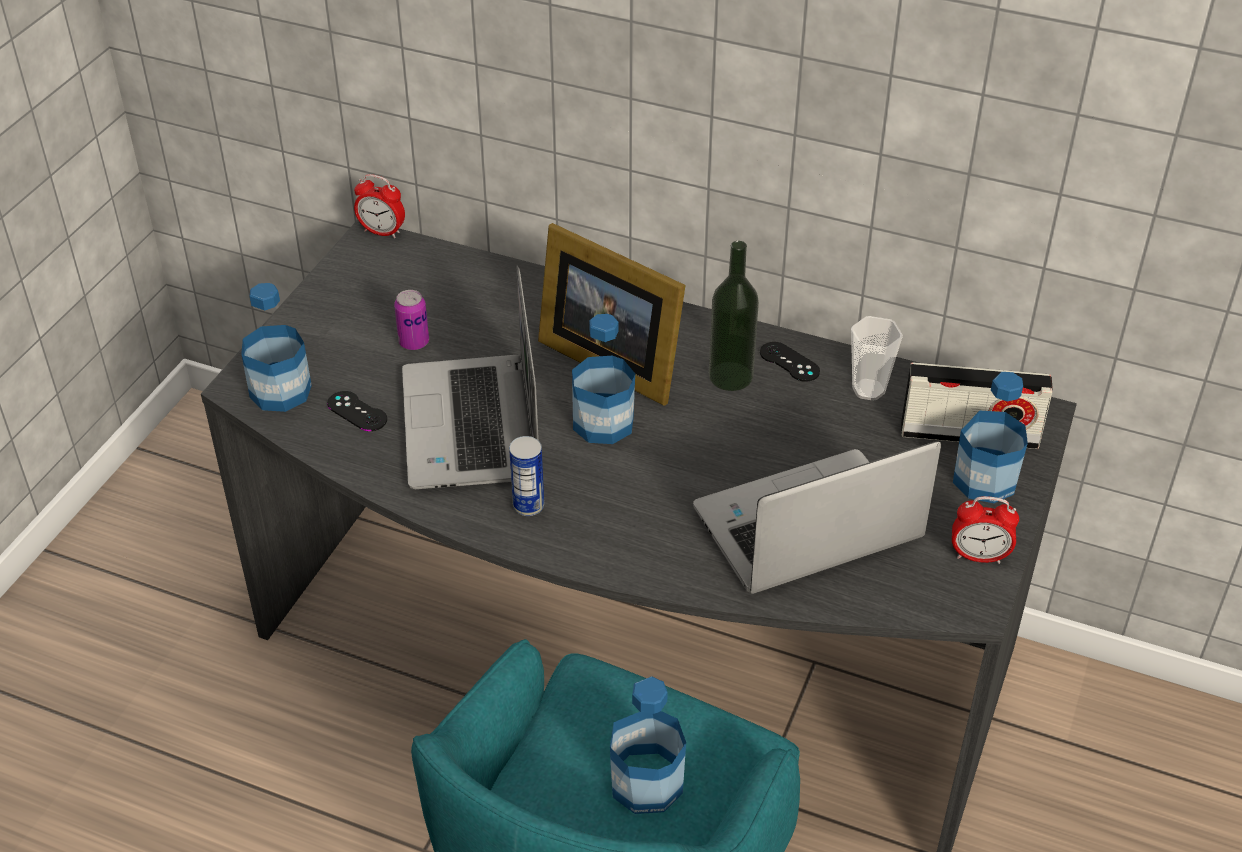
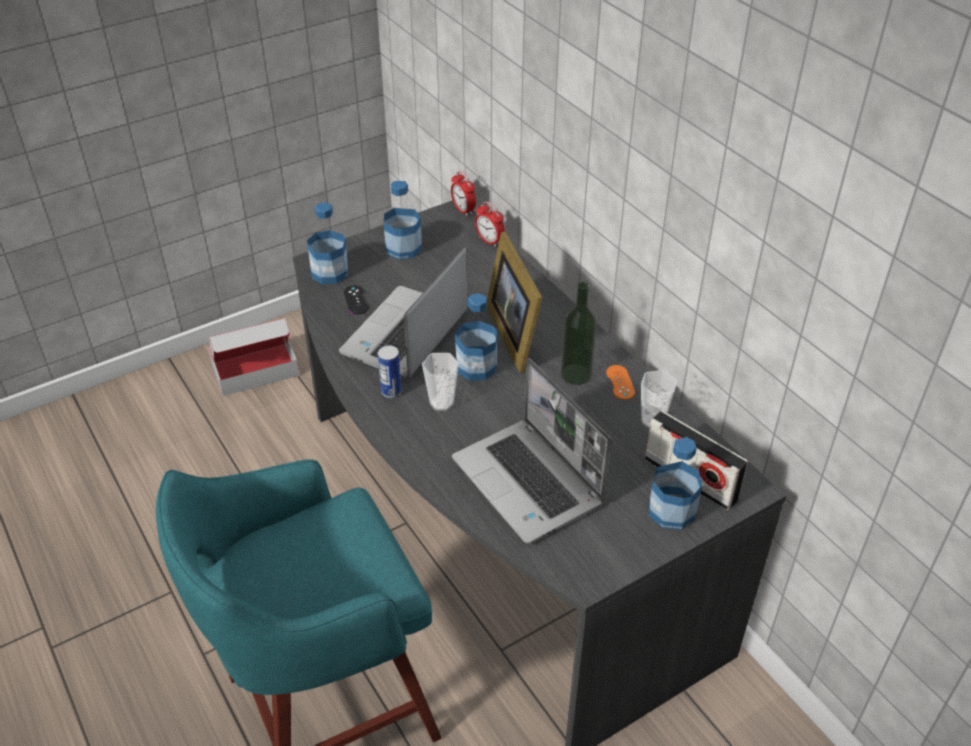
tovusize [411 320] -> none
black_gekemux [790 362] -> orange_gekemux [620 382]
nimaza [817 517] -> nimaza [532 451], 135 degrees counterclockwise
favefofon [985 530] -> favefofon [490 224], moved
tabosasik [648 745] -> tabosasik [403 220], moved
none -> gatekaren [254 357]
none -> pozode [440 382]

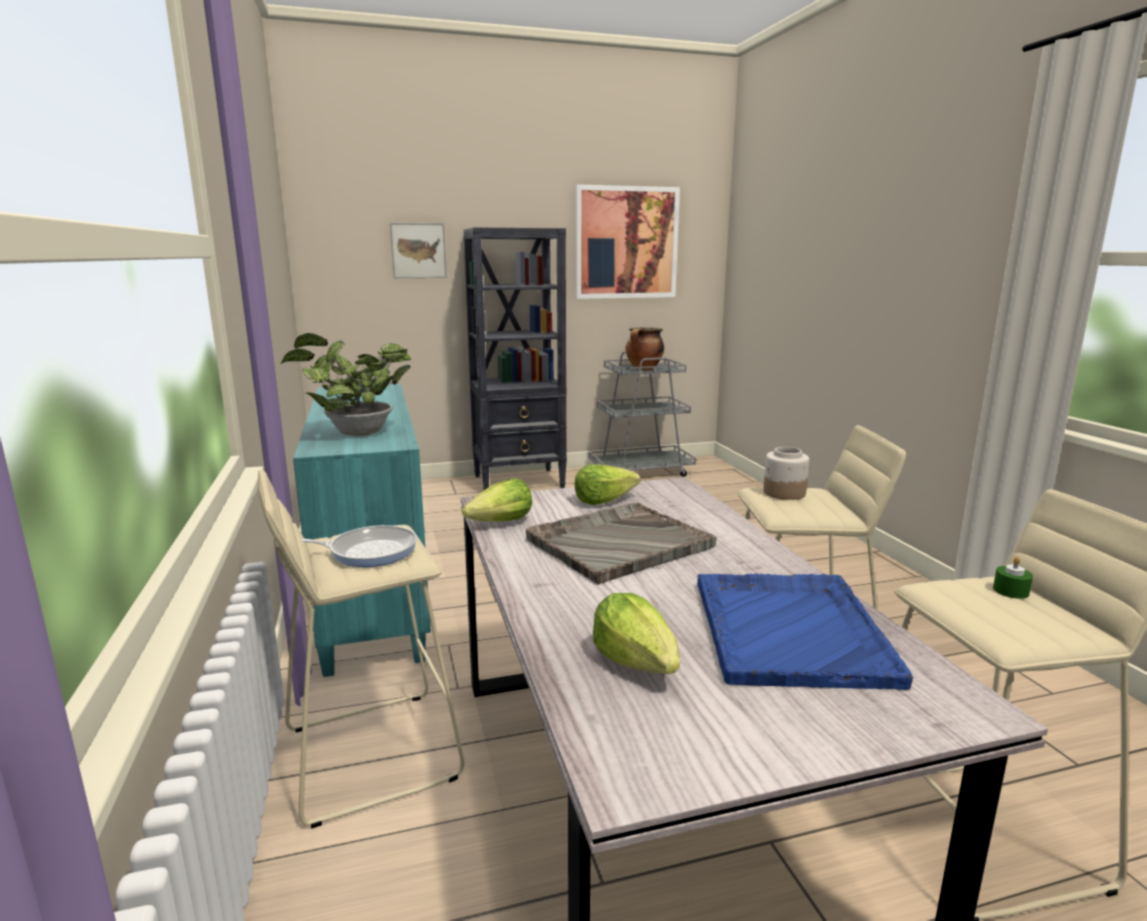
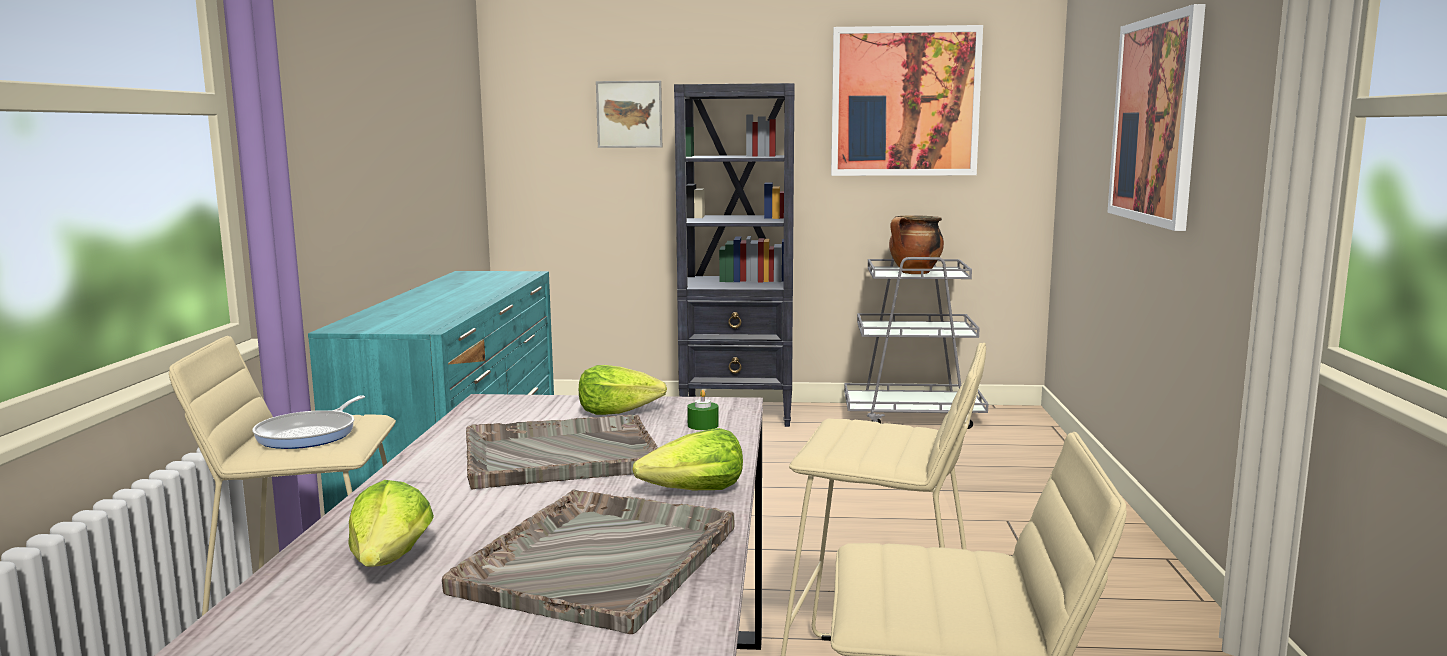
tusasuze [346 384] -> none
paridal [786 473] -> none
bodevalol [497 500] -> bodevalol [687 459], moved
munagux [359 546] -> munagux [309 422], 90 degrees clockwise
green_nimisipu [1013 578] -> green_nimisipu [703 410], moved
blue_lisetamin [805 632] -> grey_lisetamin [588 561]
none -> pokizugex [1156 117]

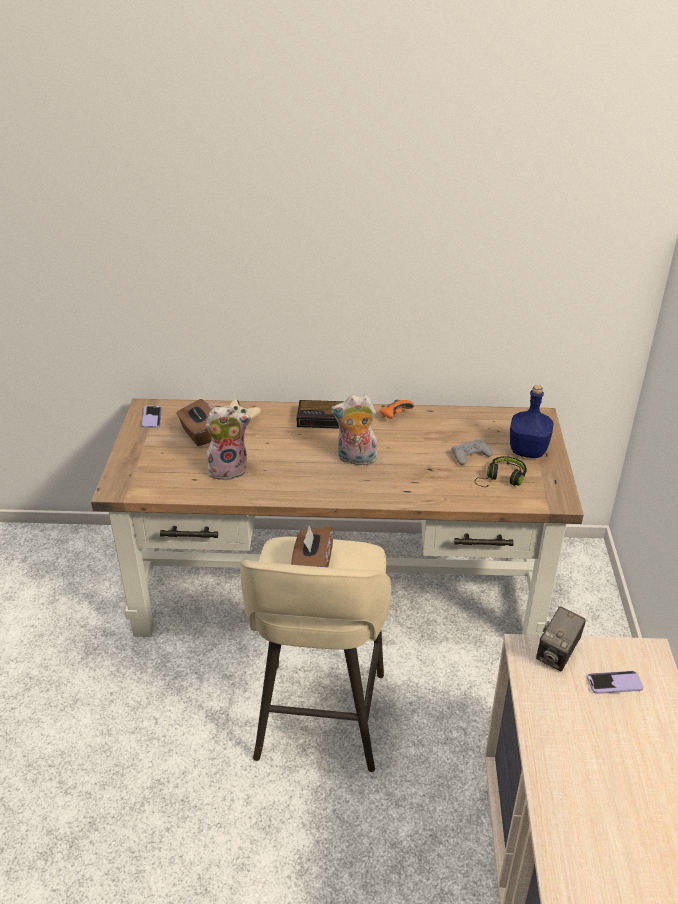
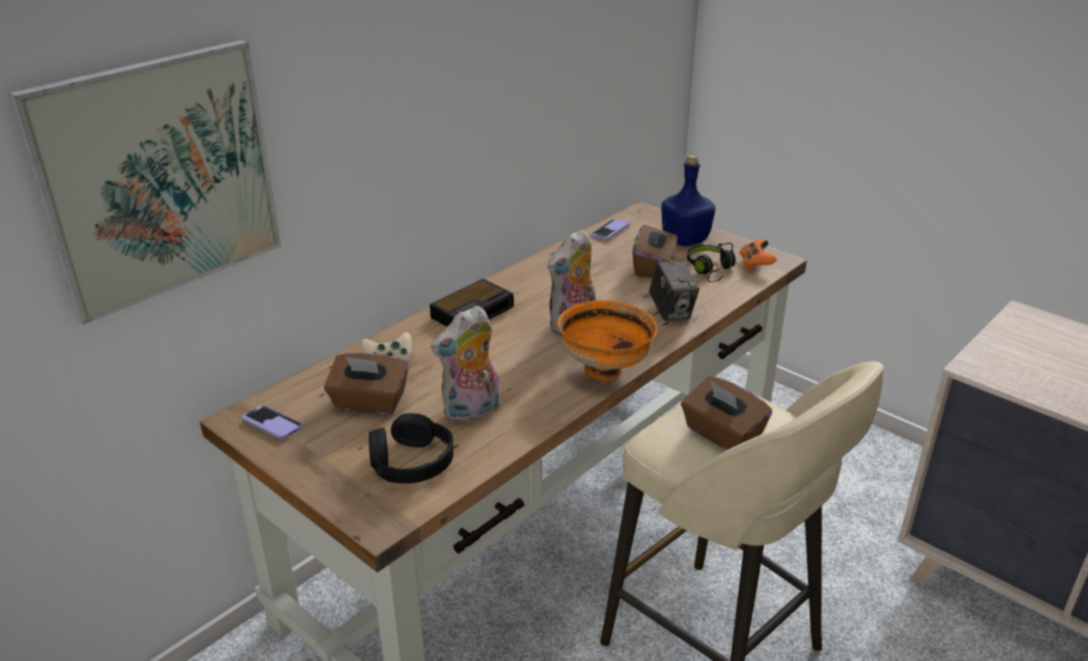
orange_gekemux [397 409] -> orange_gekemux [758 254], moved
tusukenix [228 442] -> tusukenix [465 364], 150 degrees counterclockwise
grey_gekemux [472 452] -> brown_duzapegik [655 250]
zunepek [561 638] -> zunepek [674 290], moved
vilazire [615 682] -> vilazire [610 229], moved
none -> pokizugex [144 182]
none -> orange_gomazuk [607 340]
none -> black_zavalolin [411 448]

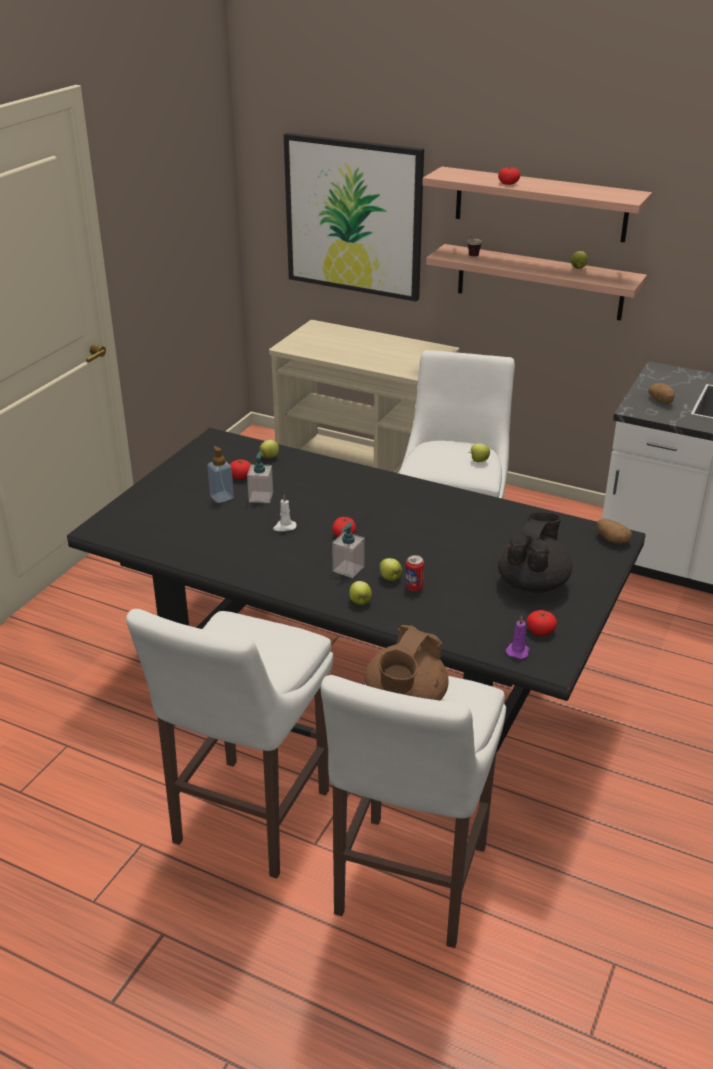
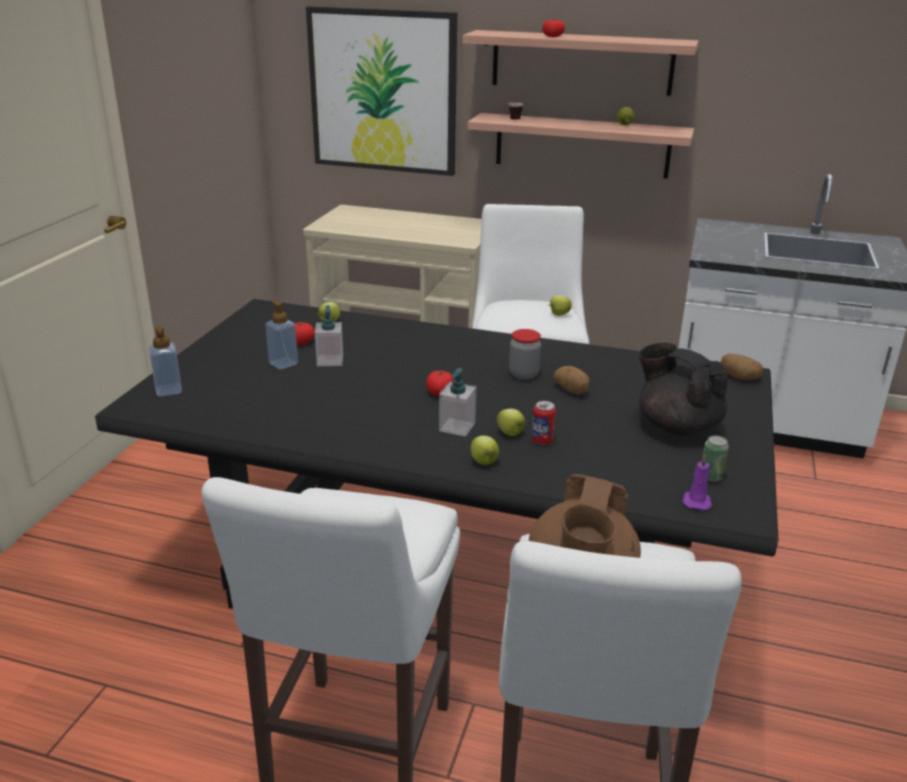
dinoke [662 393] -> dinoke [571 380], moved
white_nimisipu [285 513] -> none
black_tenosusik [535 552] -> black_tenosusik [683 389], 60 degrees counterclockwise
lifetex [541 623] -> tovusize [715 458]
none -> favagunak [165 361]
none -> paridal [525 354]

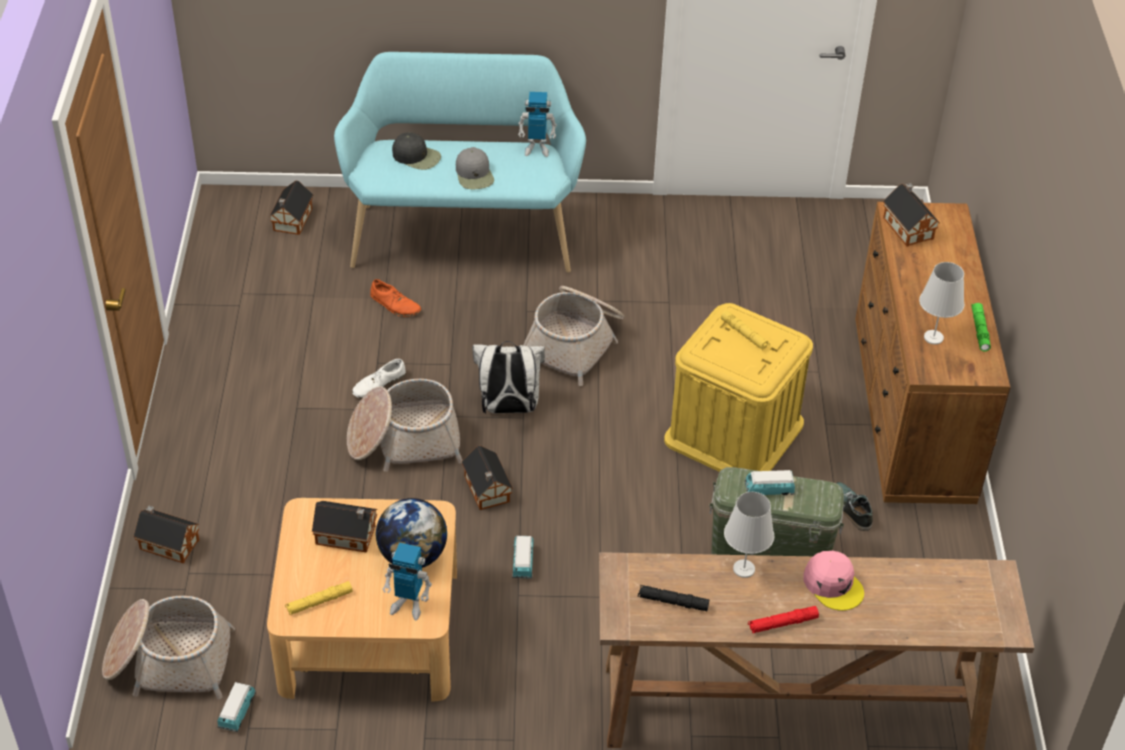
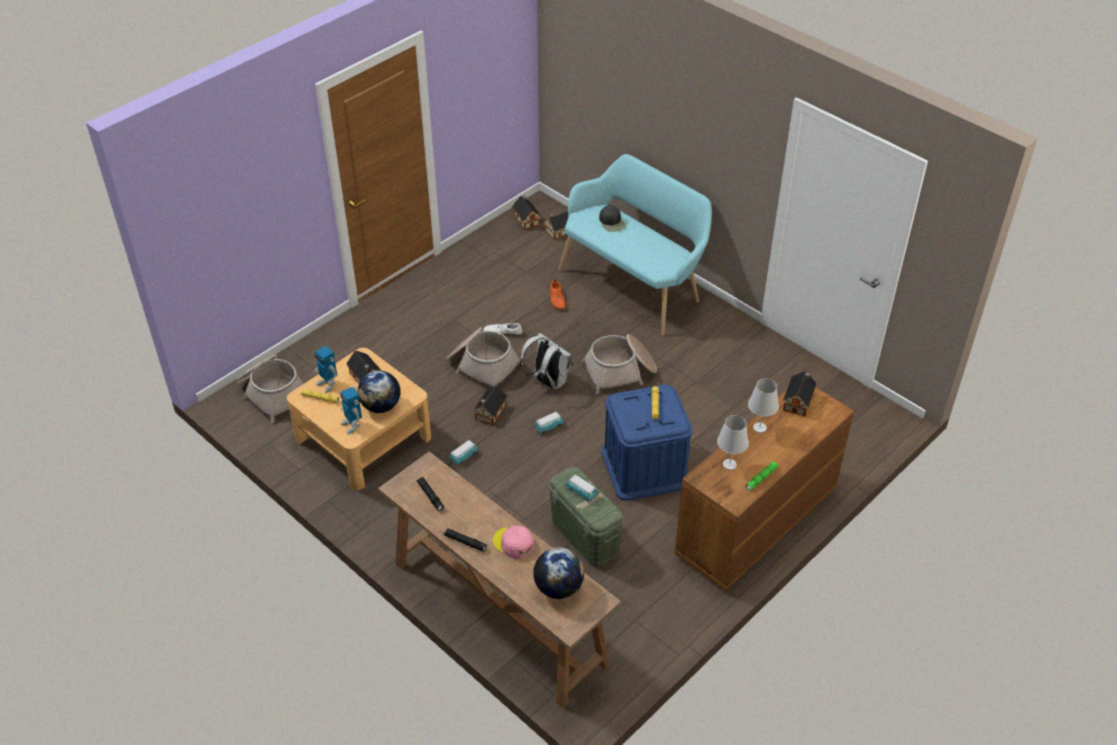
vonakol [537 124] -> vonakol [325 369], moved
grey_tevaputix [475 168] -> none
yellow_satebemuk [738 387] -> blue_satebemuk [647 443]
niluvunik [854 506] -> none
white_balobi [749 535] -> white_balobi [763 405], moved
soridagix [166 534] -> soridagix [526 212], moved
pink_tevaputix [834 581] -> pink_tevaputix [513 542], 120 degrees clockwise
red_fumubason [783 619] -> black_fumubason [465 540]
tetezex [236 707] -> tetezex [549 423], moved
none -> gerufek [558 573]

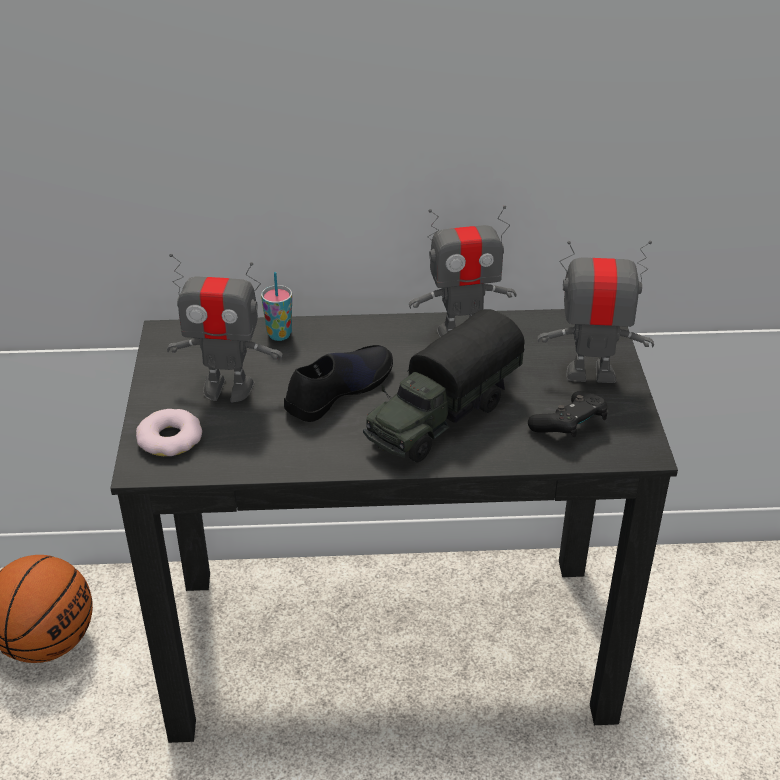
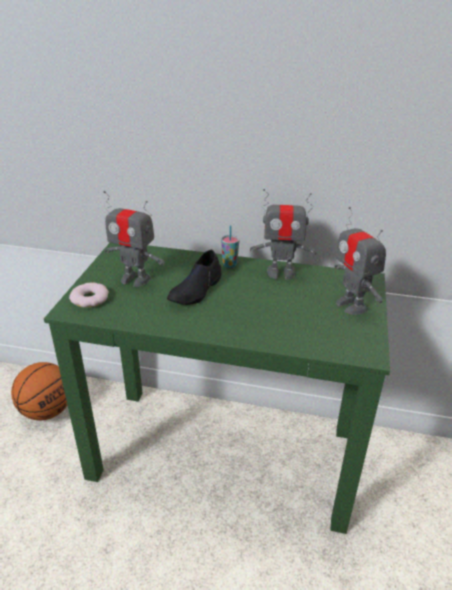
vonakol [596 312] -> vonakol [360 261], 135 degrees counterclockwise
pozode [276 306] -> pozode [230 246], moved
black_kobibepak [394 526] -> green_kobibepak [217 388]
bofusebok [444 385] -> none
black_niluvunik [338 383] -> black_niluvunik [194 277], 150 degrees clockwise
black_gekemux [567 414] -> none

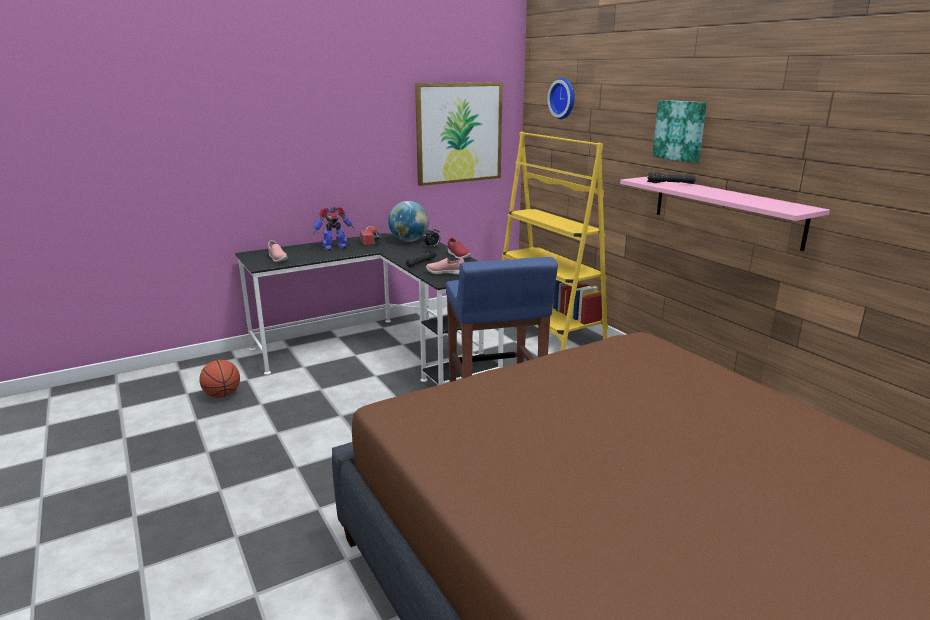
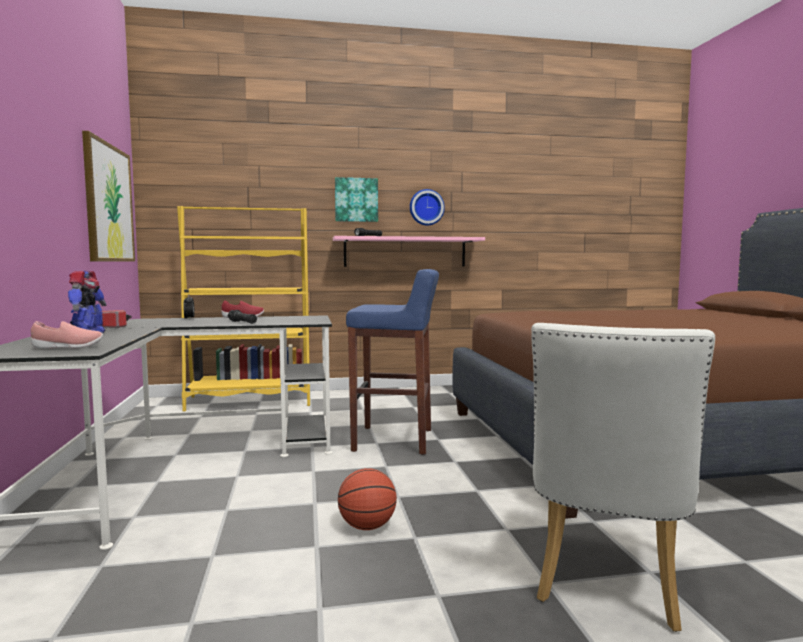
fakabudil [561 98] -> fakabudil [427 207], moved
gerufek [408 221] -> none
pink_niluvunik [445 266] -> none
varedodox [219 379] -> varedodox [367 499], moved
none -> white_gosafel [623 477]

